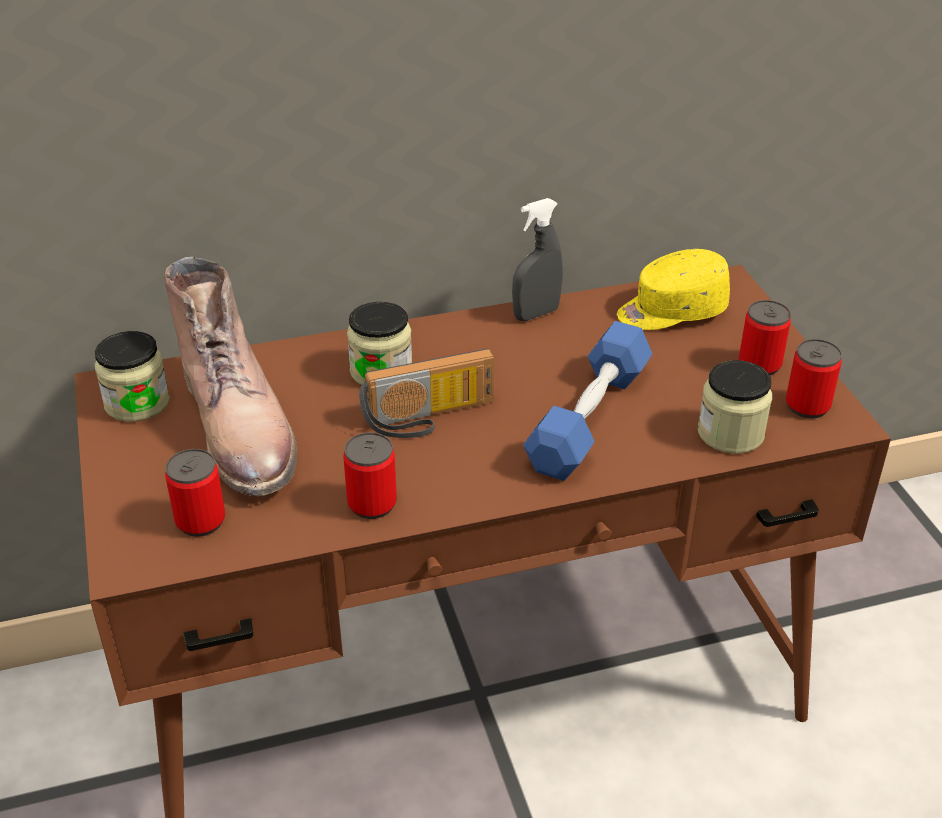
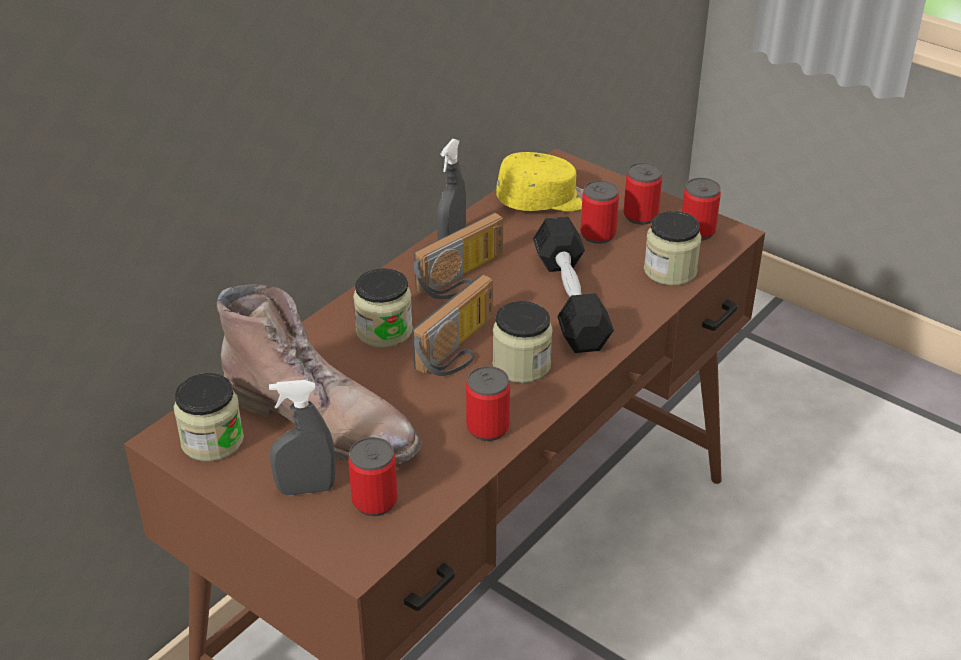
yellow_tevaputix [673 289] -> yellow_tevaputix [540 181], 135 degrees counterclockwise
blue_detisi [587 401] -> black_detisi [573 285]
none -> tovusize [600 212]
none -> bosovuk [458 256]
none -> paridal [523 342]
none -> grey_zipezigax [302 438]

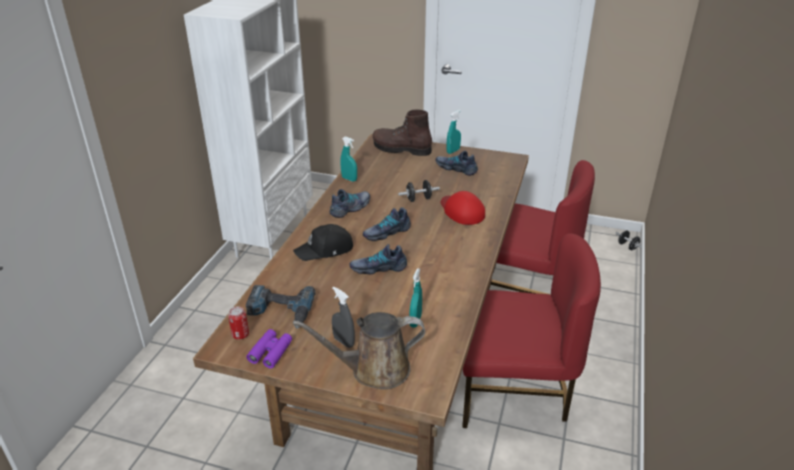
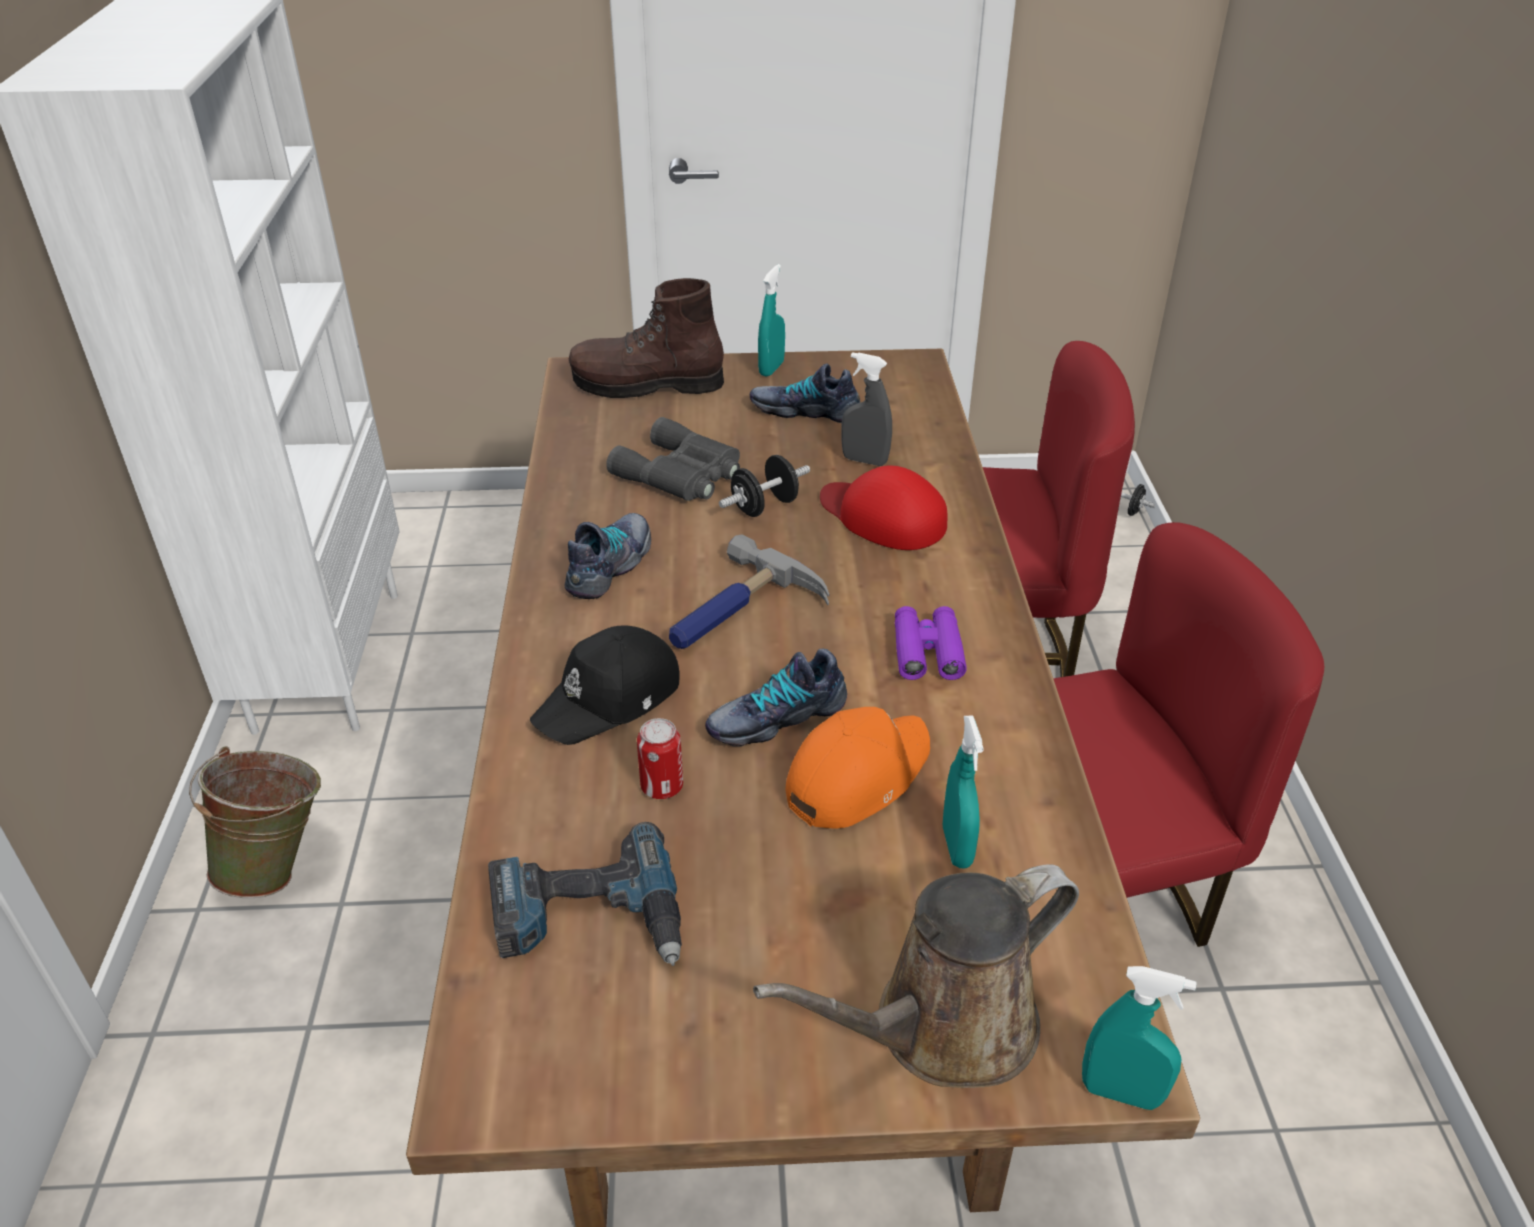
turquoise_zipezigax [349 159] -> turquoise_zipezigax [1139 1038], moved
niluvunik [387 224] -> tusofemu [749 592]
grey_zipezigax [343 317] -> grey_zipezigax [867 409], moved
tovusize [238 323] -> tovusize [660 758], moved
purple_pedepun [269 348] -> purple_pedepun [931 643], moved
none -> grey_pedepun [673 459]
none -> orange_tevaputix [858 768]
none -> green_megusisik [255 822]

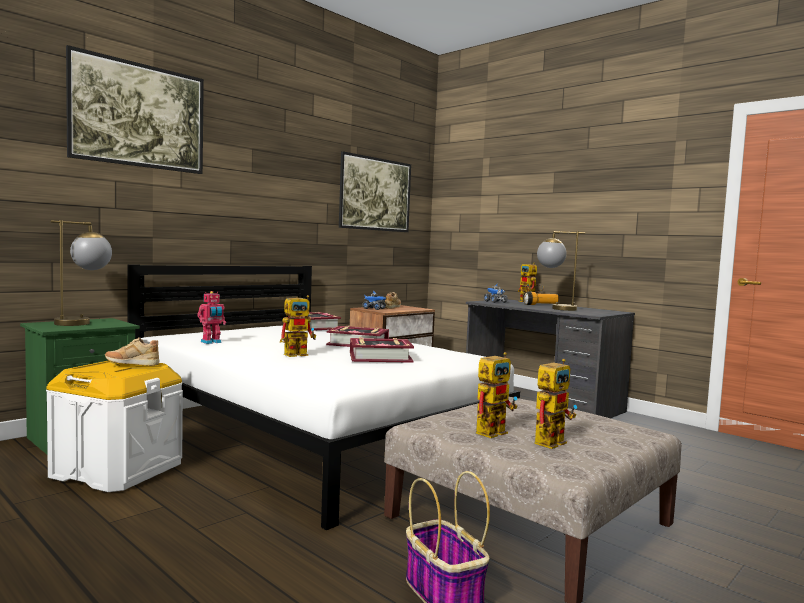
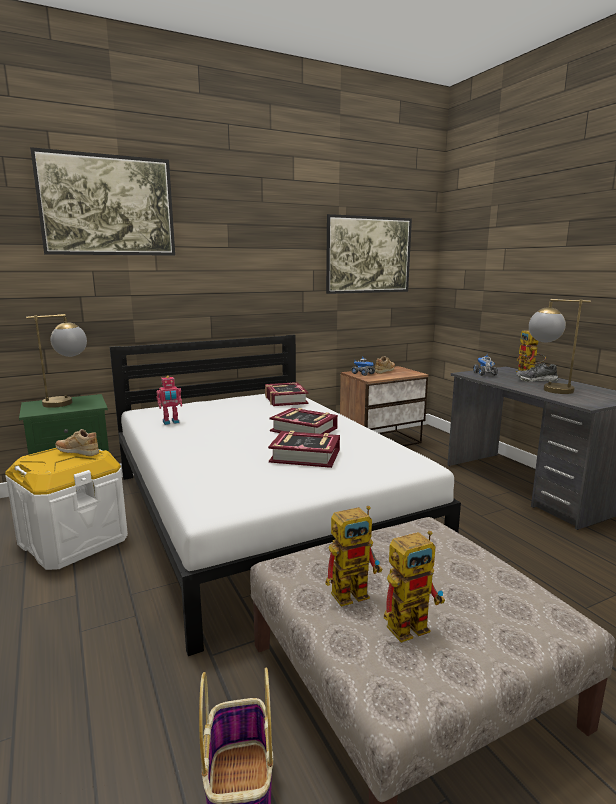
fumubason [541 298] -> niluvunik [537 372]
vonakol [298 326] -> none

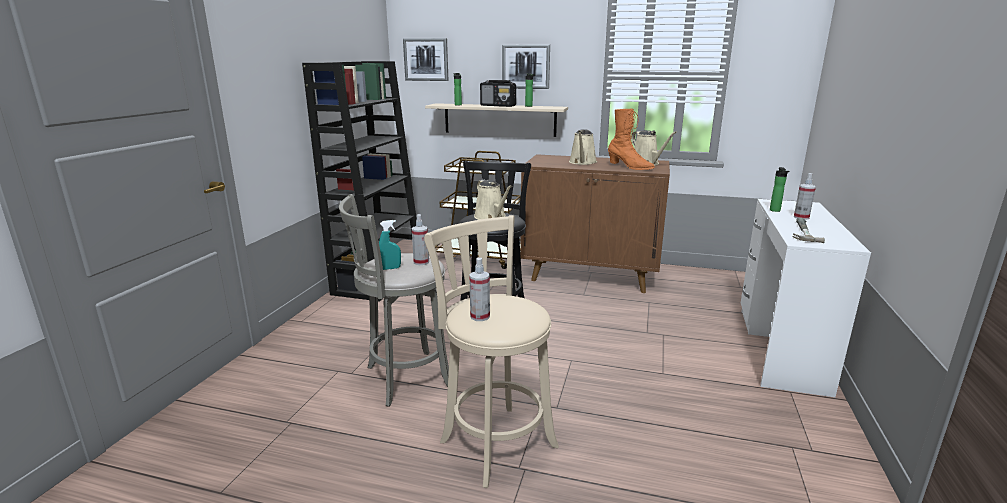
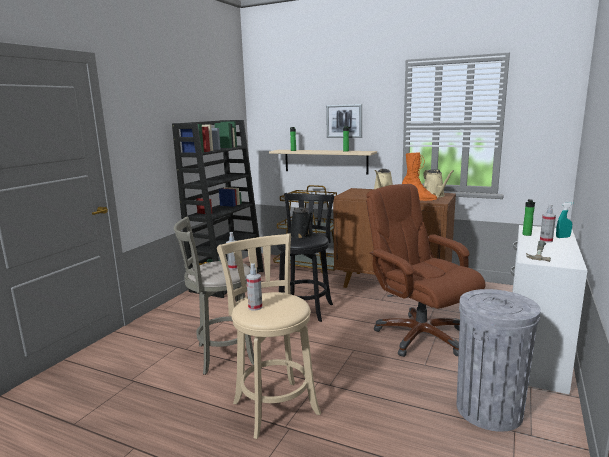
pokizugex [425 59] -> none
bosovuk [498 93] -> none
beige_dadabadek [493 200] -> black_dadabadek [302 223]
turquoise_zipezigax [390 245] -> turquoise_zipezigax [564 220], moved
none -> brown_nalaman [425 270]
none -> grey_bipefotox [499 360]

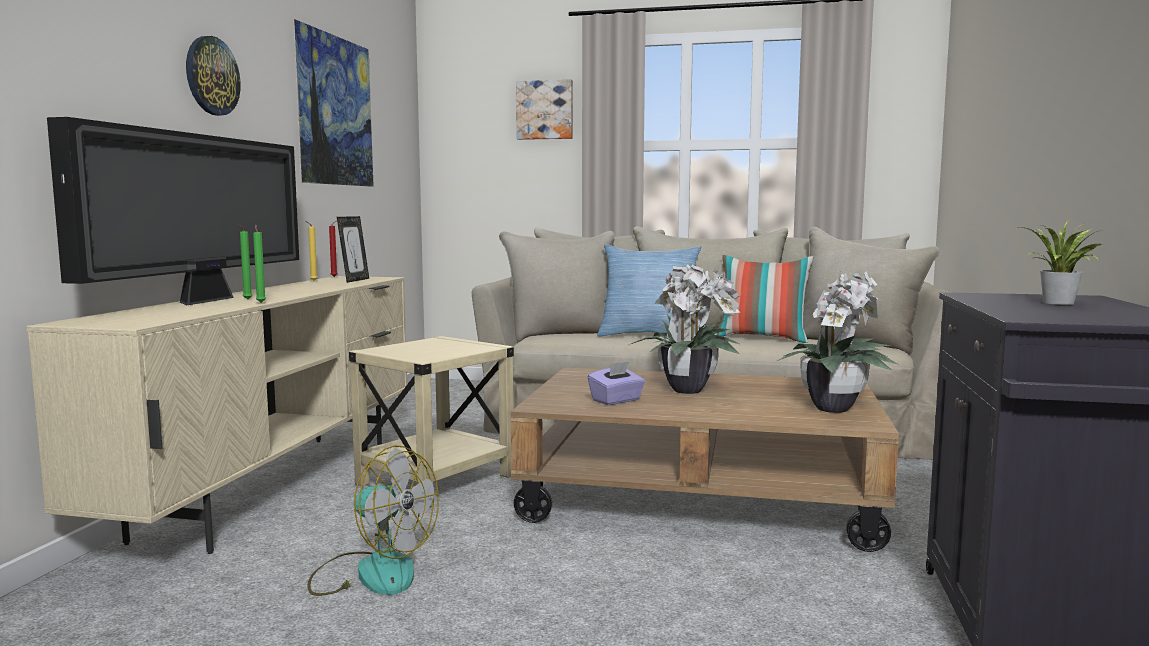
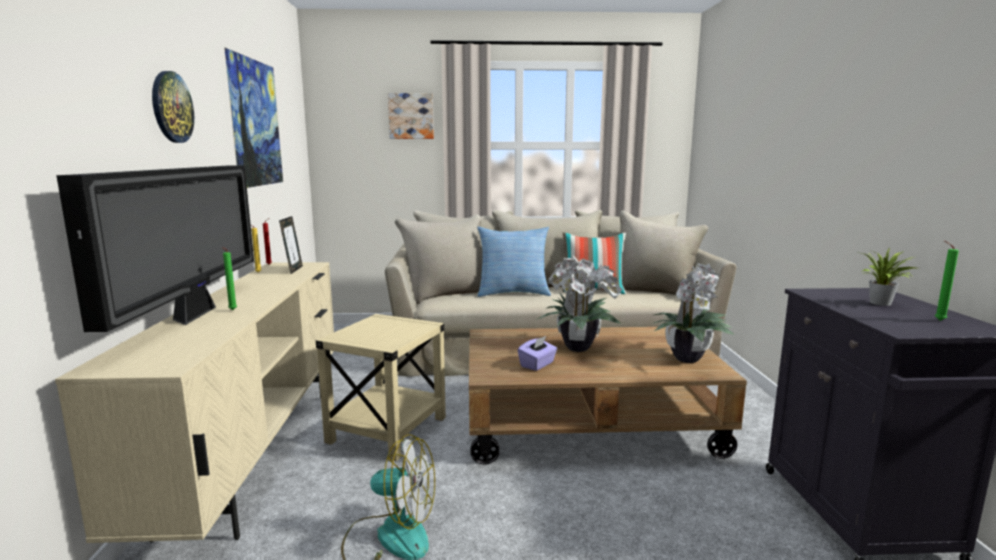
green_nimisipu [259 264] -> green_nimisipu [947 281], moved

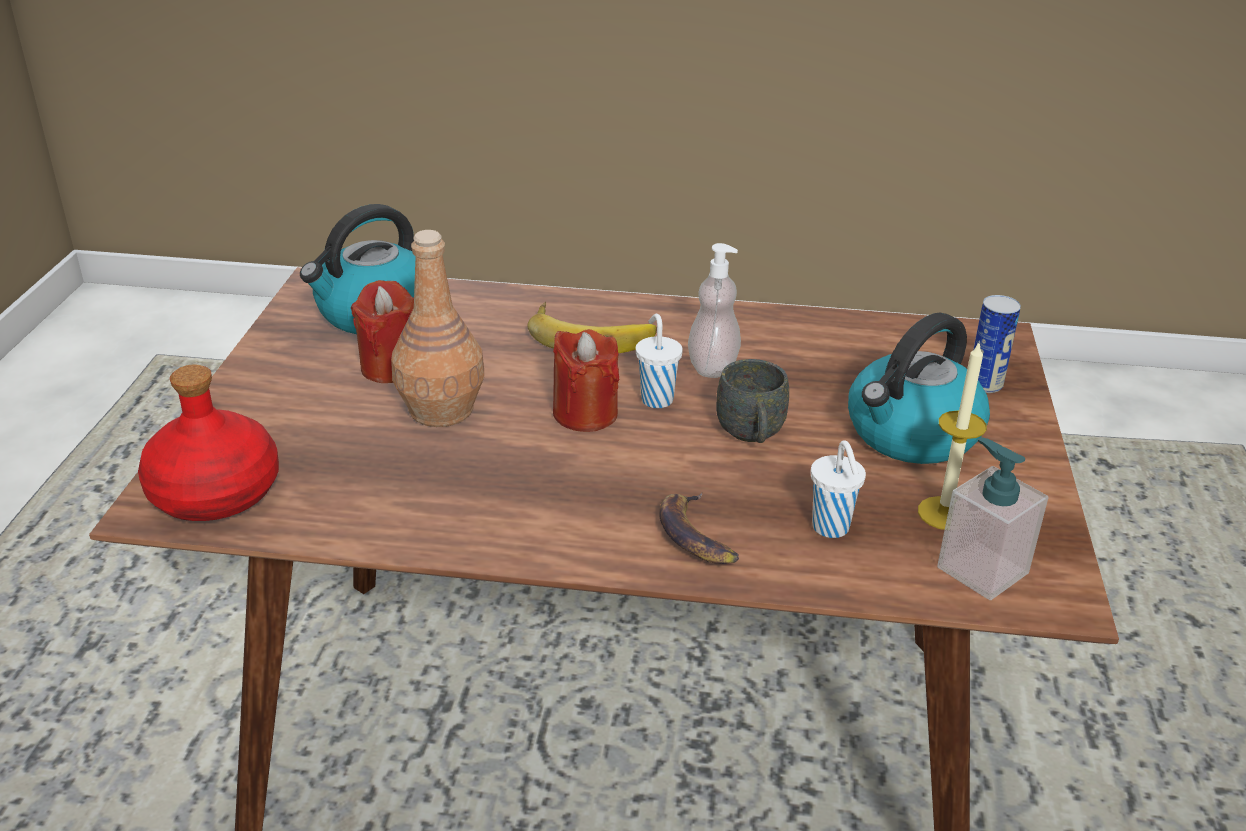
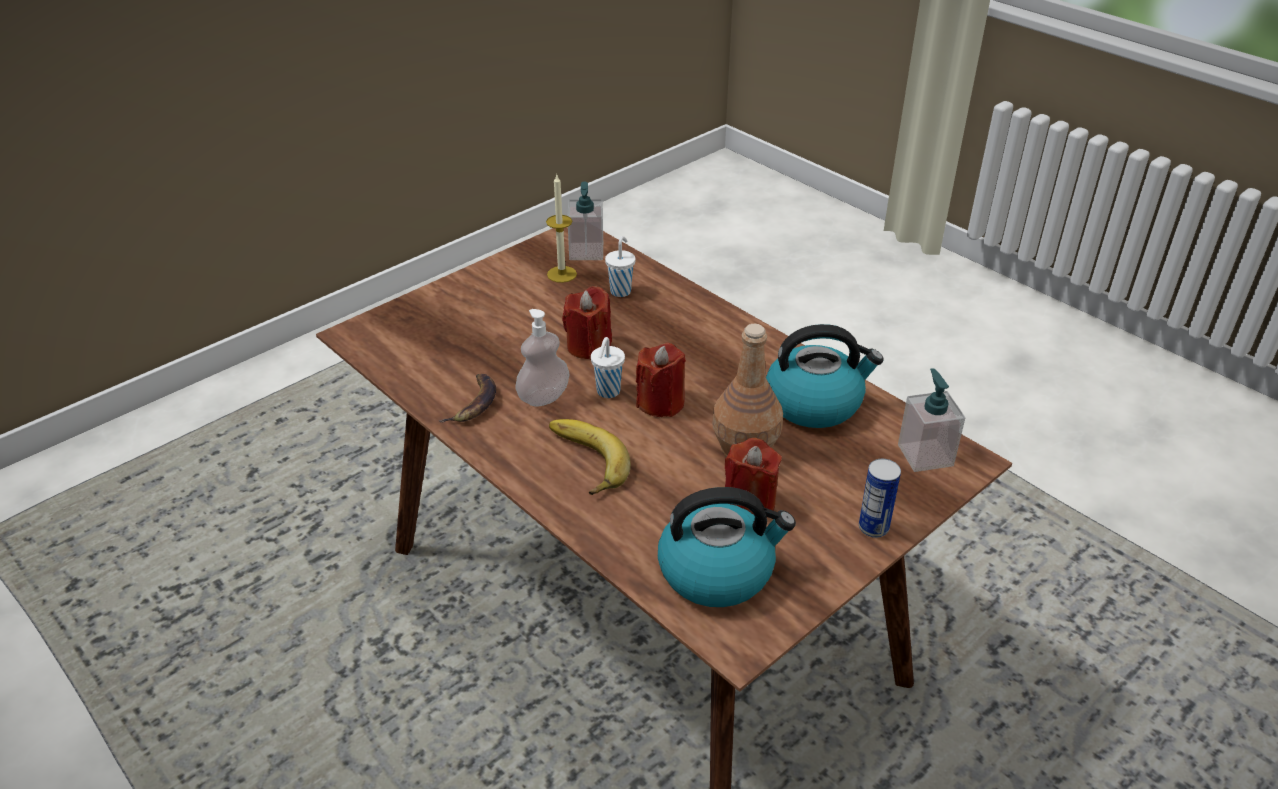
tovusize [997 344] -> tovusize [880 498], moved
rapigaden [919 388] -> rapigaden [825 376], moved
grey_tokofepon [752 401] -> red_nimisipu [587 323]
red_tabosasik [208 443] -> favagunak [931 420]
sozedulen [699 528] -> sozedulen [467 398], moved

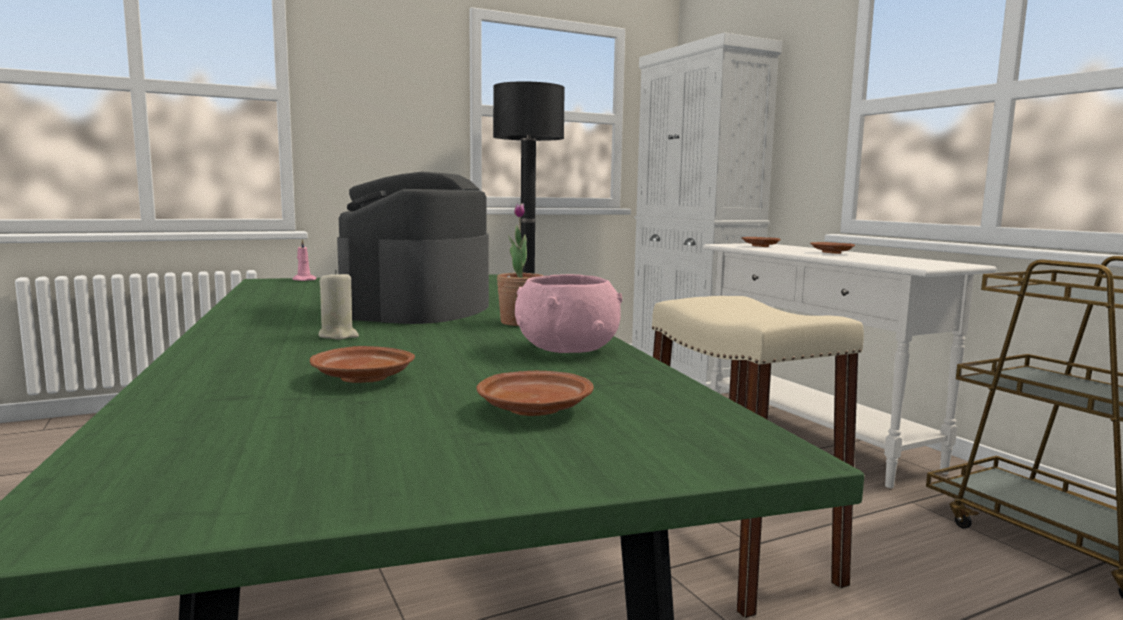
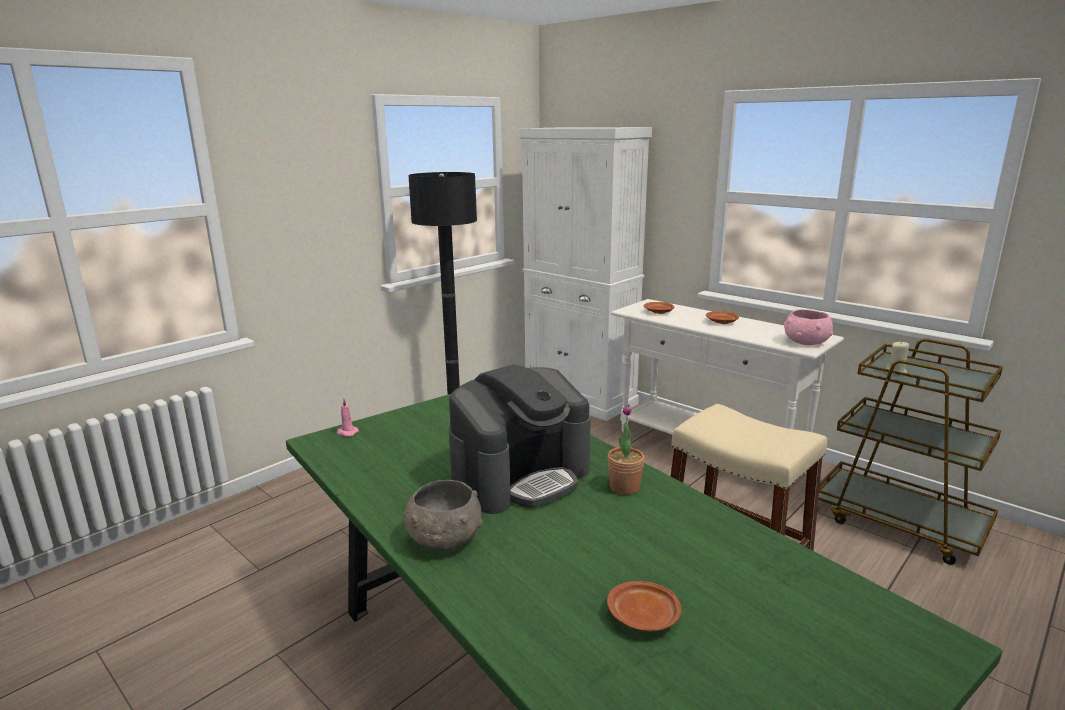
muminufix [413 247] -> muminufix [520 439], 120 degrees counterclockwise
beige_nimisipu [339 305] -> beige_nimisipu [897 358], moved
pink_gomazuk [569 313] -> pink_gomazuk [808 327], moved
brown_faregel [535 393] -> none
none -> grey_gomazuk [442 515]

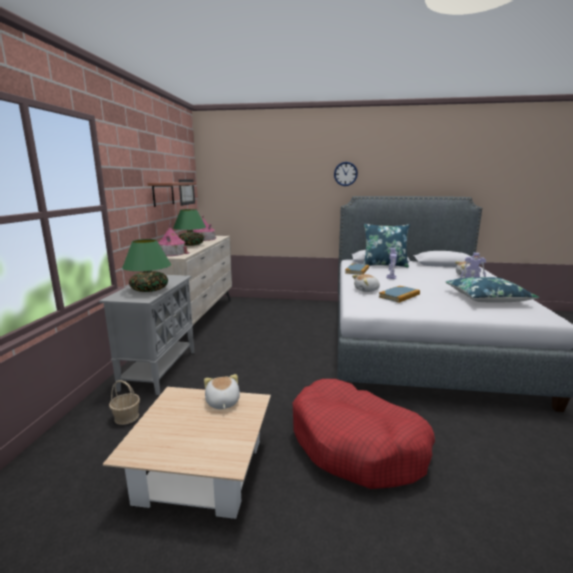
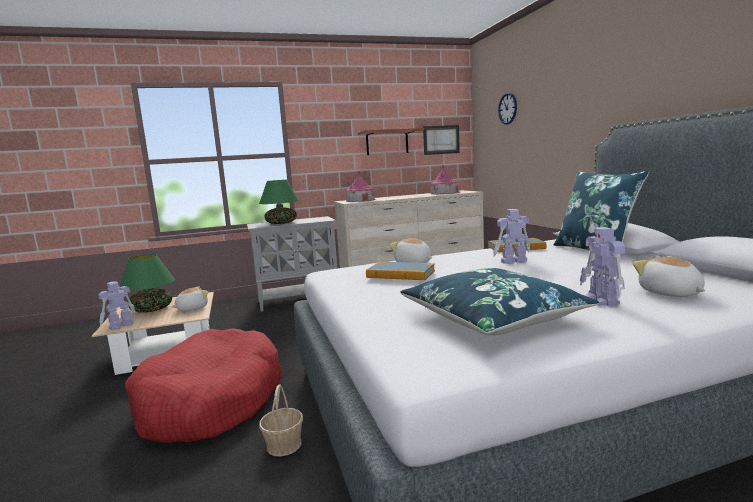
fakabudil [346 174] -> fakabudil [507 108], moved
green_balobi [189 227] -> green_balobi [147 283], moved
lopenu [124 402] -> lopenu [281 420], moved
none -> vonakol [117 305]

